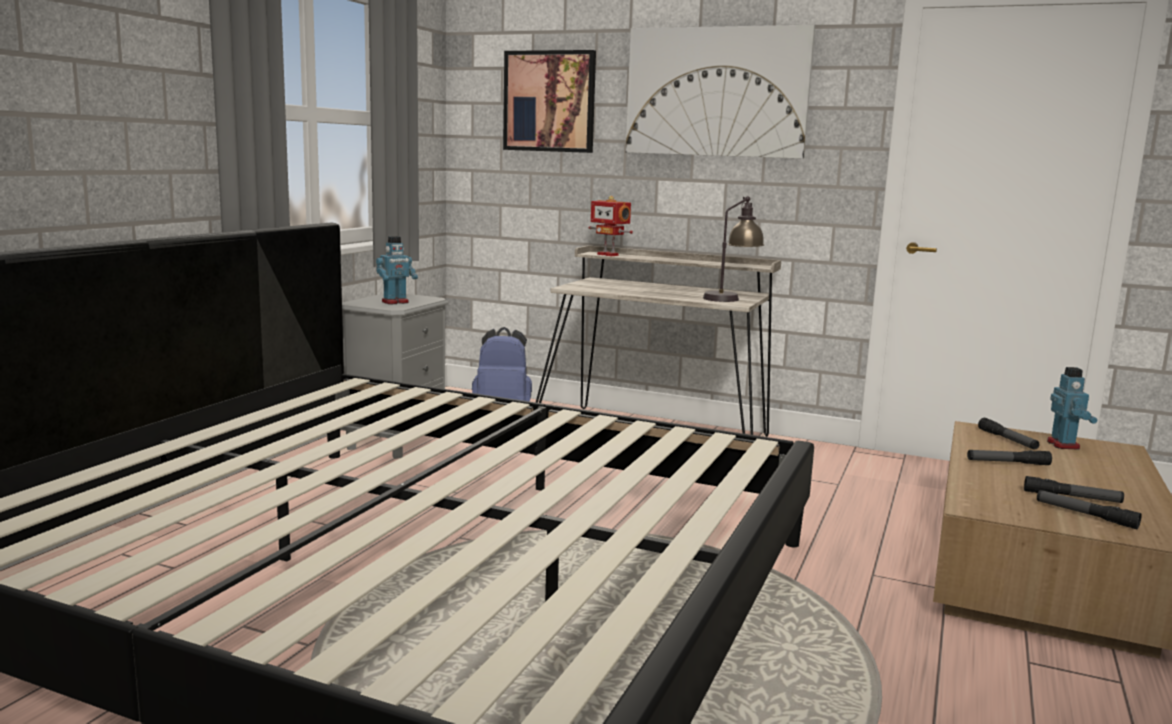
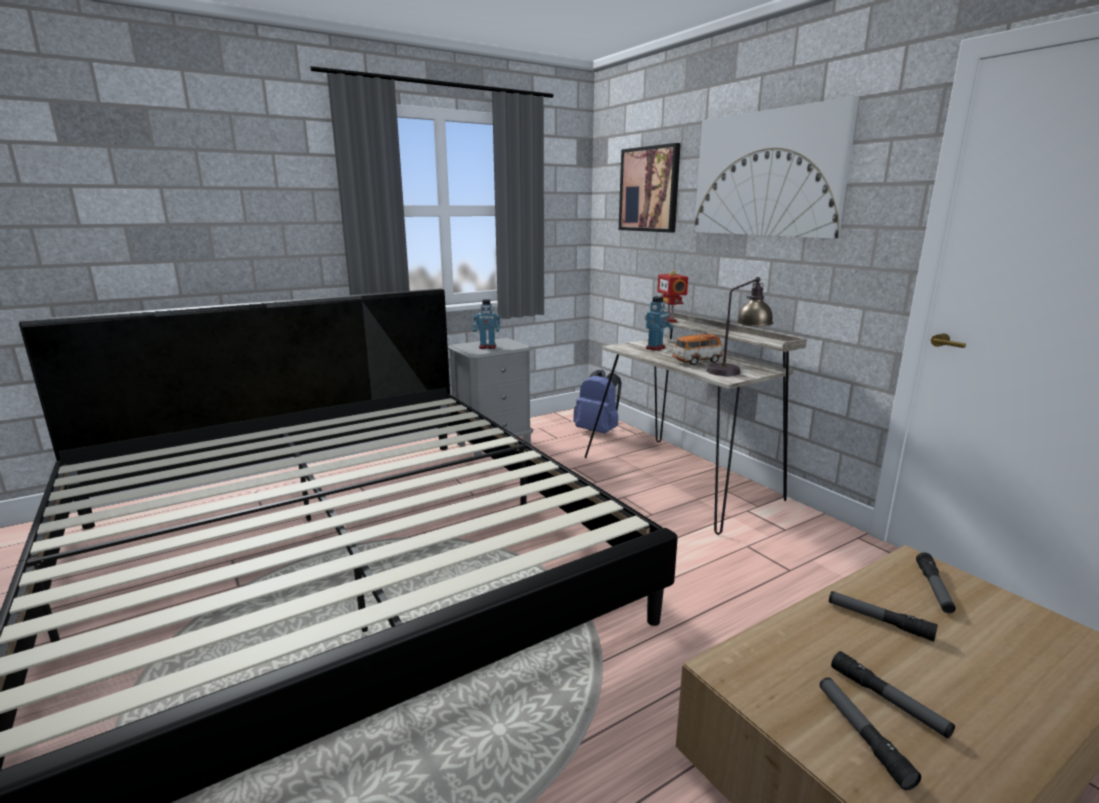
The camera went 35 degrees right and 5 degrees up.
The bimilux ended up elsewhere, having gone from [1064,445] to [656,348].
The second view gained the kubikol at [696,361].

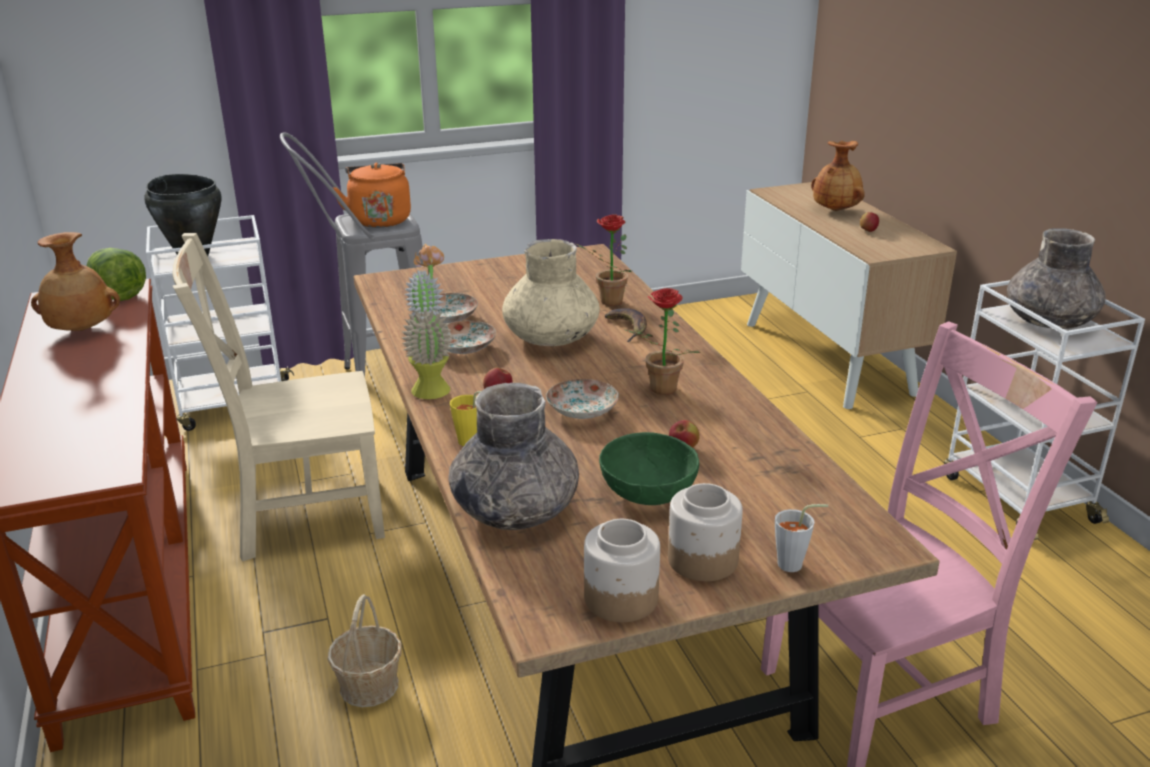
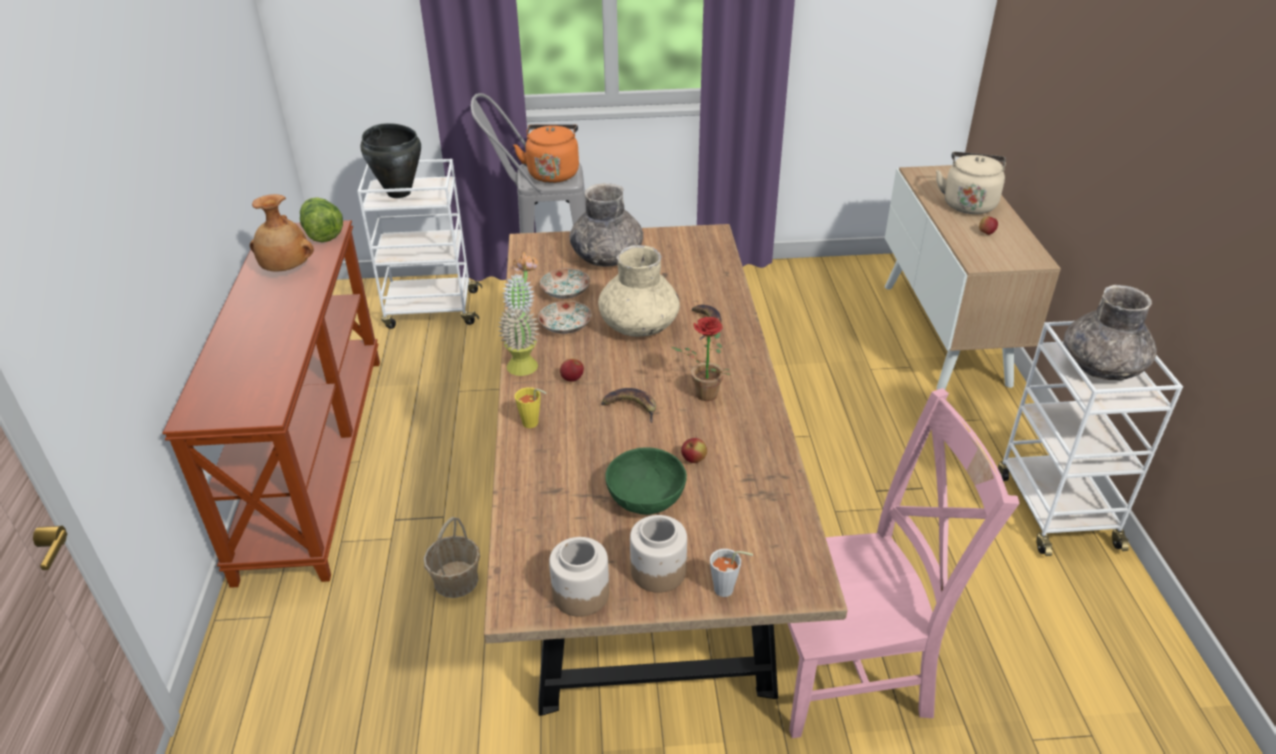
The camera went 15 degrees right and 10 degrees up.
The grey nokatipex ended up elsewhere, having gone from [515,510] to [607,257].
Where the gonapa stood at [583,411], the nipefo came to stand at [631,407].
Where the brown nokatipex stood at [836,210], the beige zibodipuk came to stand at [968,203].
The second view lost the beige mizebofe at [303,514].
The second view lost the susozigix at [606,302].

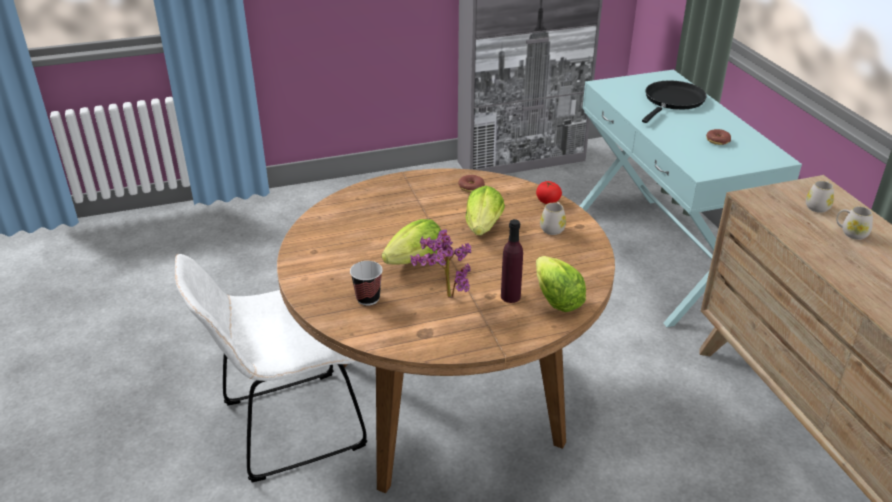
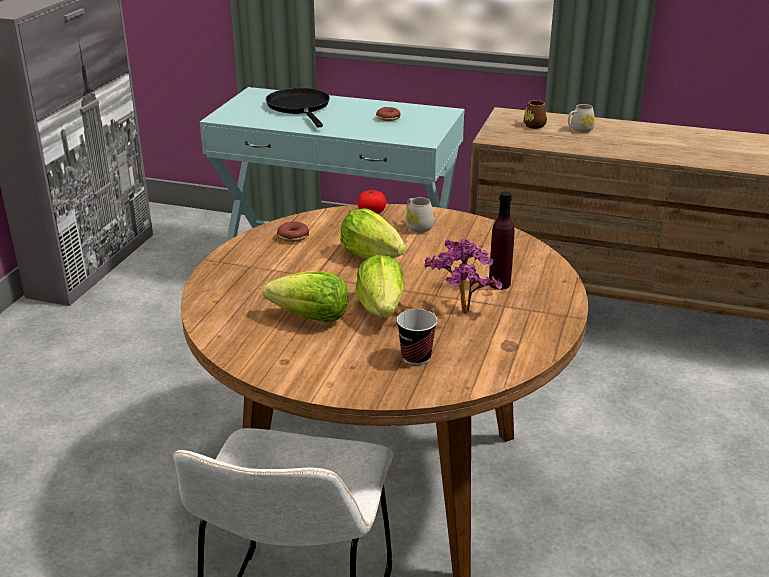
The camera went 55 degrees left and 5 degrees down.
The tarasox ended up elsewhere, having gone from [556,300] to [311,318].
What was the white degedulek at [818,206] turned into the brown degedulek at [533,124].

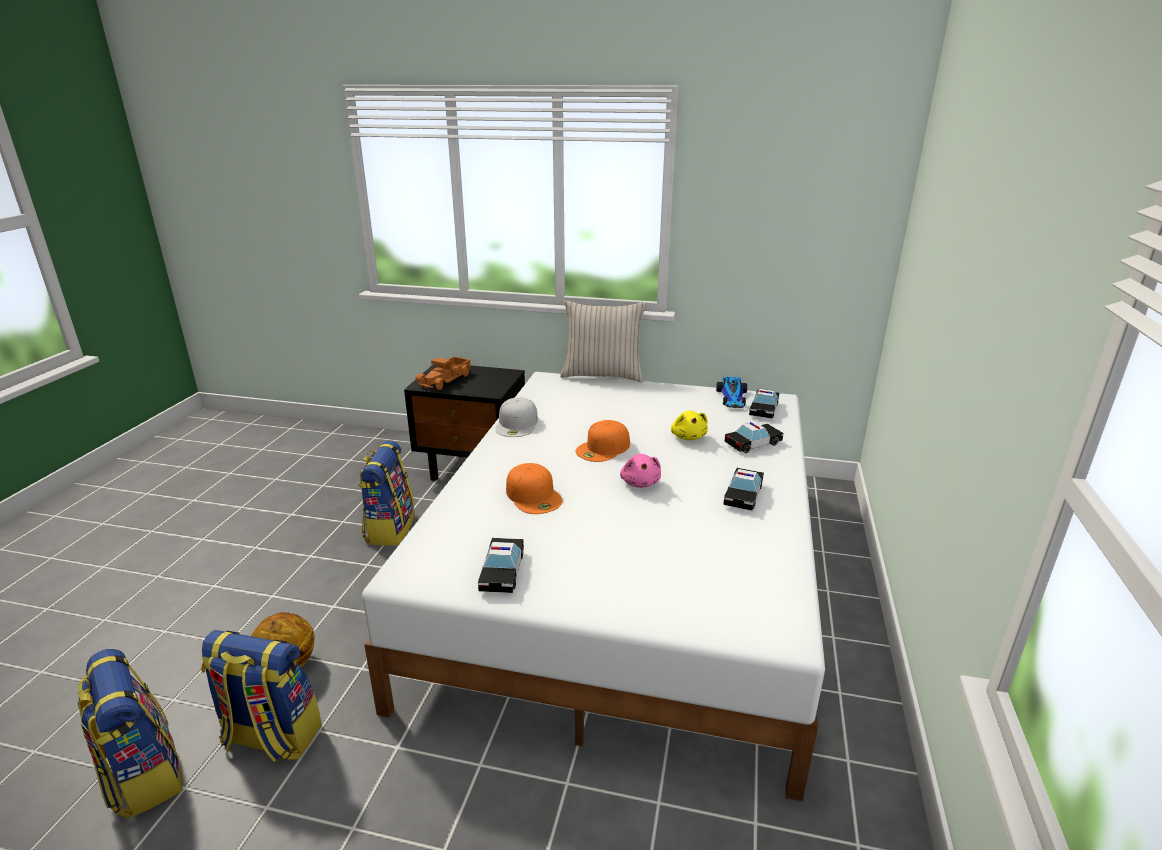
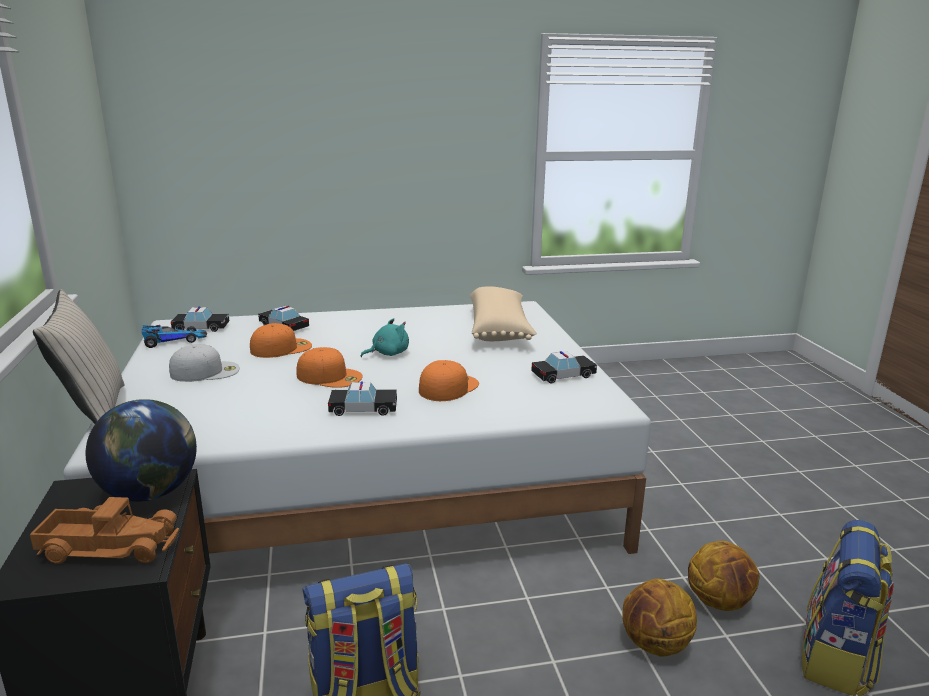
The camera went 115 degrees left and 5 degrees down.
The second view gained the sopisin at [150,492].
The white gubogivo ended up elsewhere, having gone from [517,424] to [206,371].
Where the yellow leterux stood at [688,436], the orange gubogivo came to stand at [281,348].
The kubikol ended up elsewhere, having gone from [743,495] to [363,408].
What was the pink leterux at [640,482] turned into the turquoise leterux at [388,353].
The second view gained the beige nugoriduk at [500,330].
Where the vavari stood at [271,737], the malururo came to stand at [719,602].

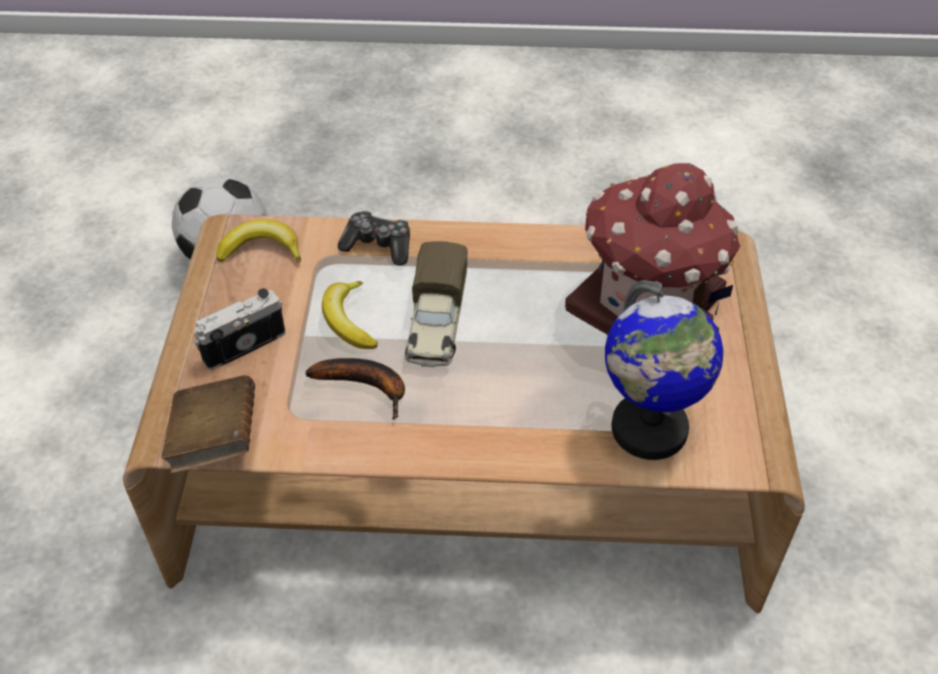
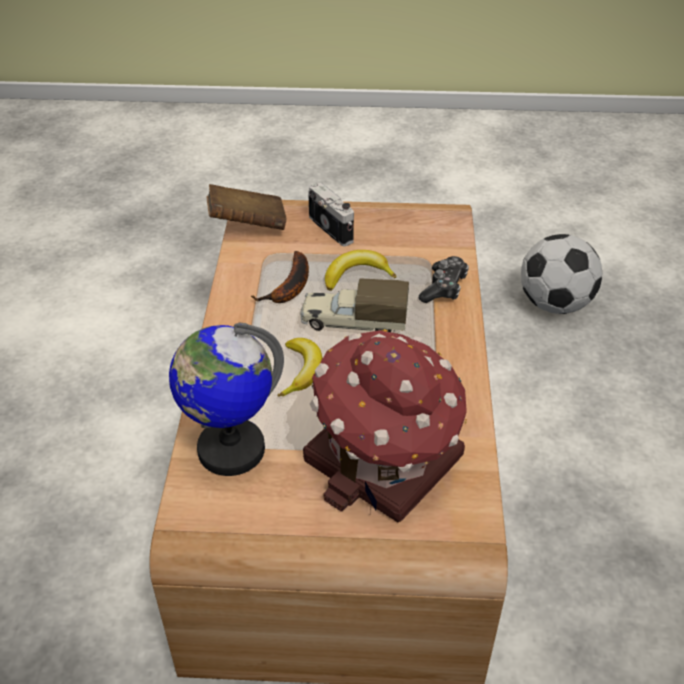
The camera went 90 degrees right and 5 degrees down.
The nipefo ended up elsewhere, having gone from [261,250] to [301,371].

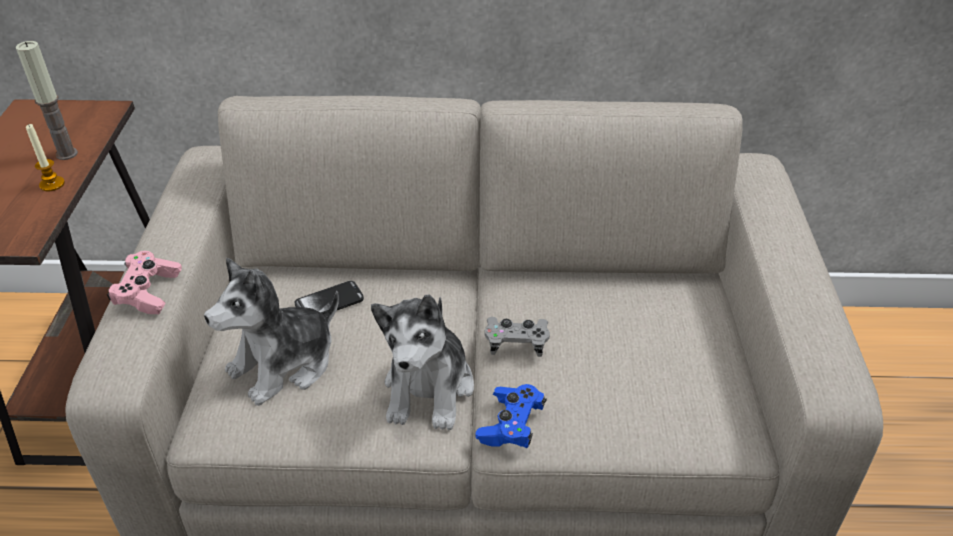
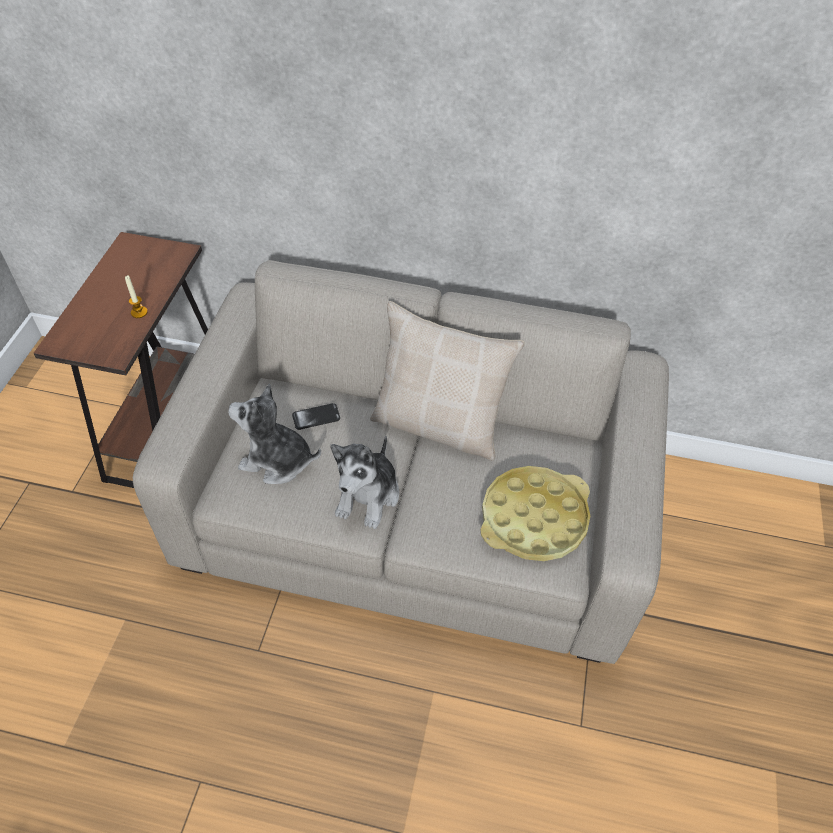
The camera went 10 degrees right and 10 degrees up.
The leterux at [284,364] ended up facing another way, 45 degrees clockwise from before.
The second view gained the beige nugoriduk at [439,424].
The second view gained the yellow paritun at [533,518].
The second view lost the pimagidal at [67,154].
The second view lost the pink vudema at [148,292].
The second view lost the blue vudema at [511,425].
The second view lost the grey vudema at [516,343].

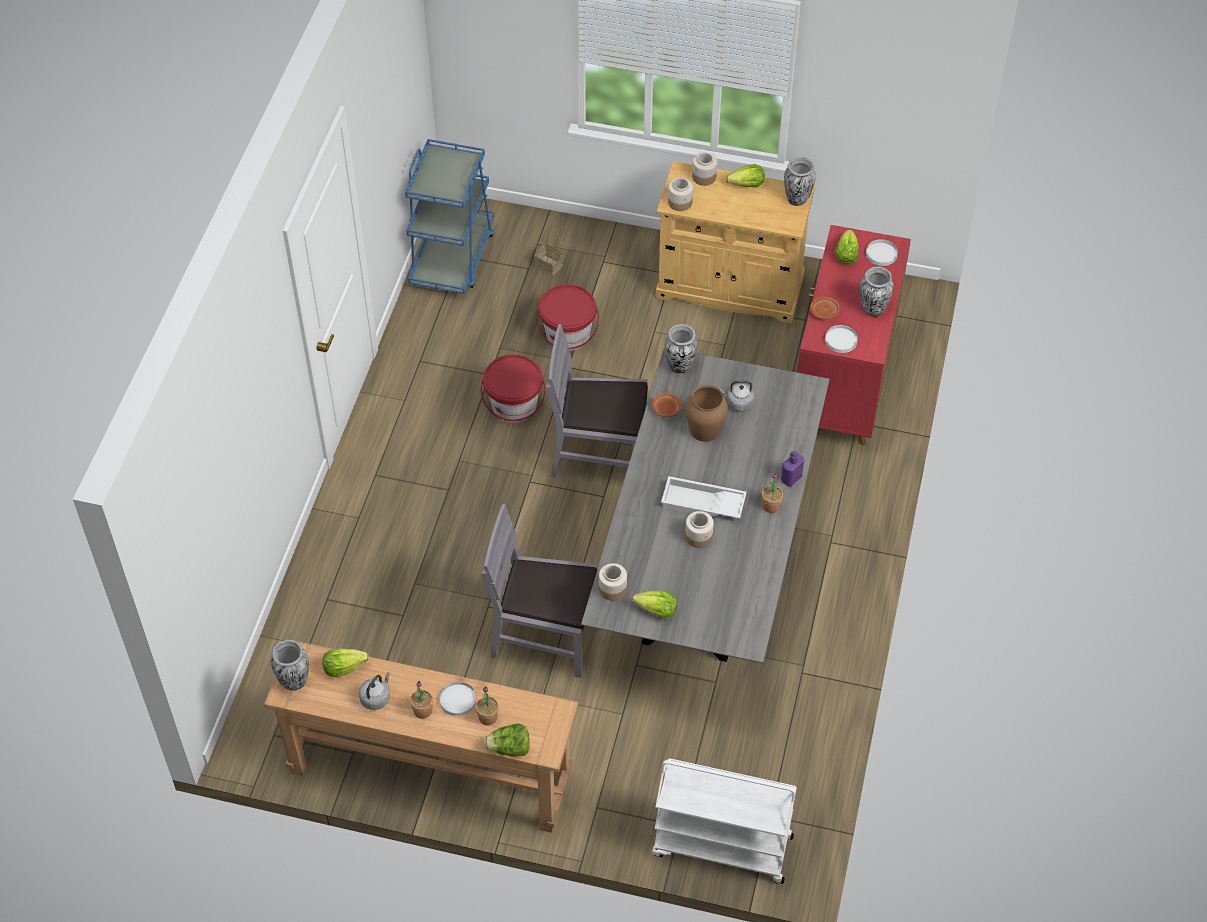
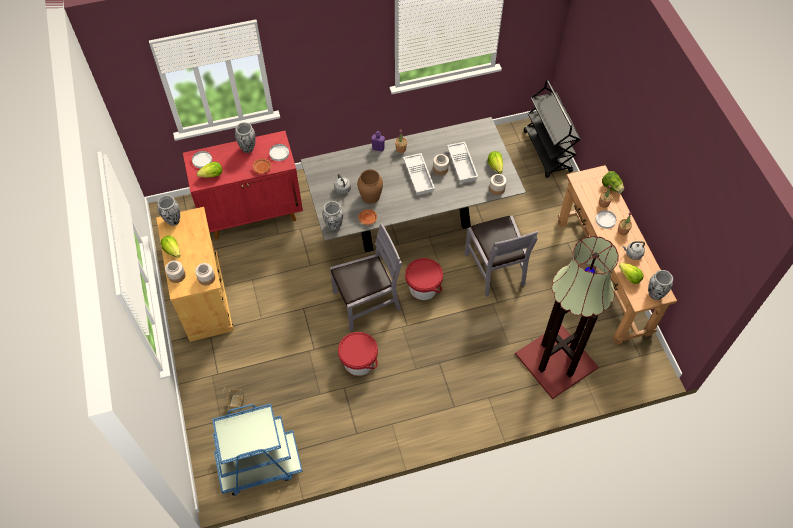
The camera went 120 degrees left and 5 degrees up.
The grey mizebofe at [599,453] ended up facing another way, 90 degrees counterclockwise from before.
The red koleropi ended up elsewhere, having gone from [568,334] to [423,288].
The second view gained the white paritun at [462,164].
The second view gained the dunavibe at [556,362].
What was the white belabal at [721,846] turned into the black belabal at [547,152].

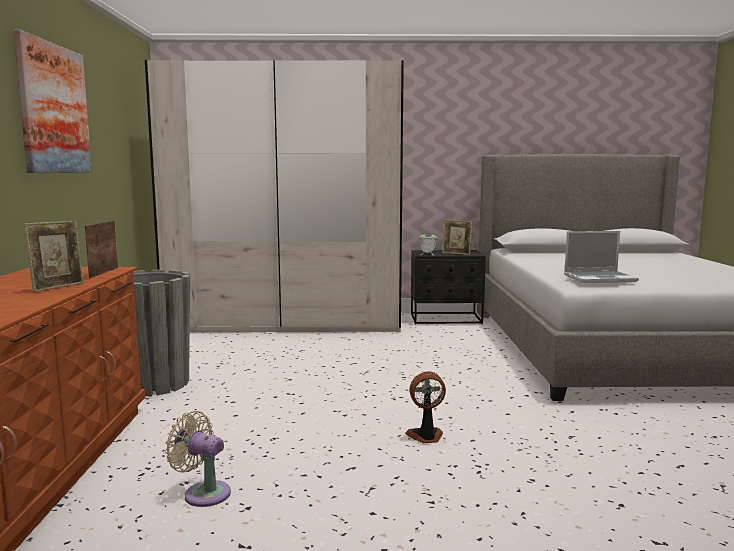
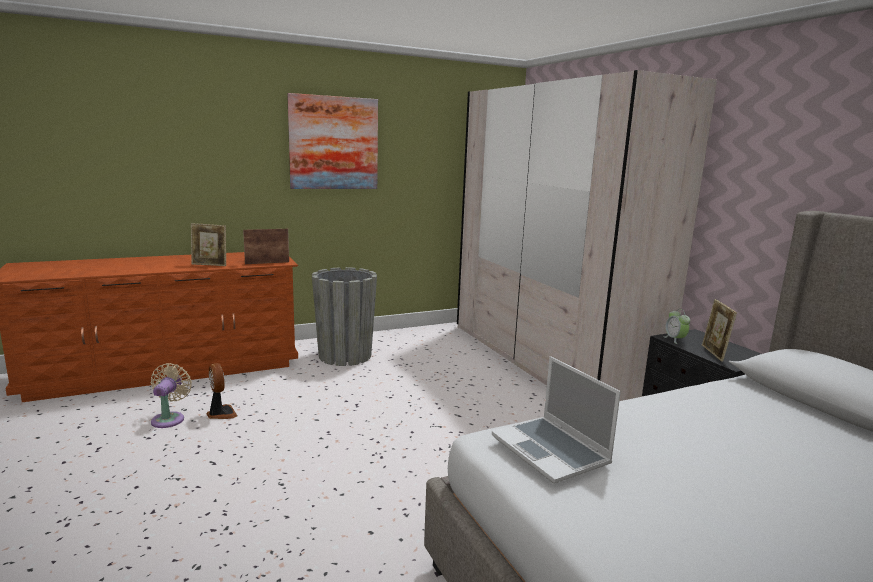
The camera went 65 degrees right and 5 degrees up.
The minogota ended up elsewhere, having gone from [426,437] to [221,414].

